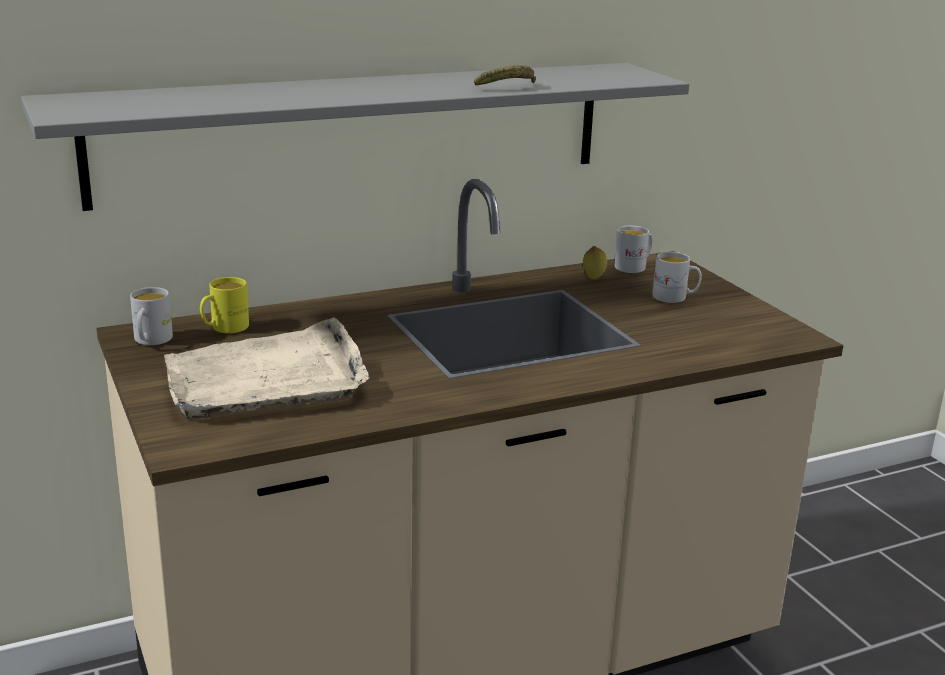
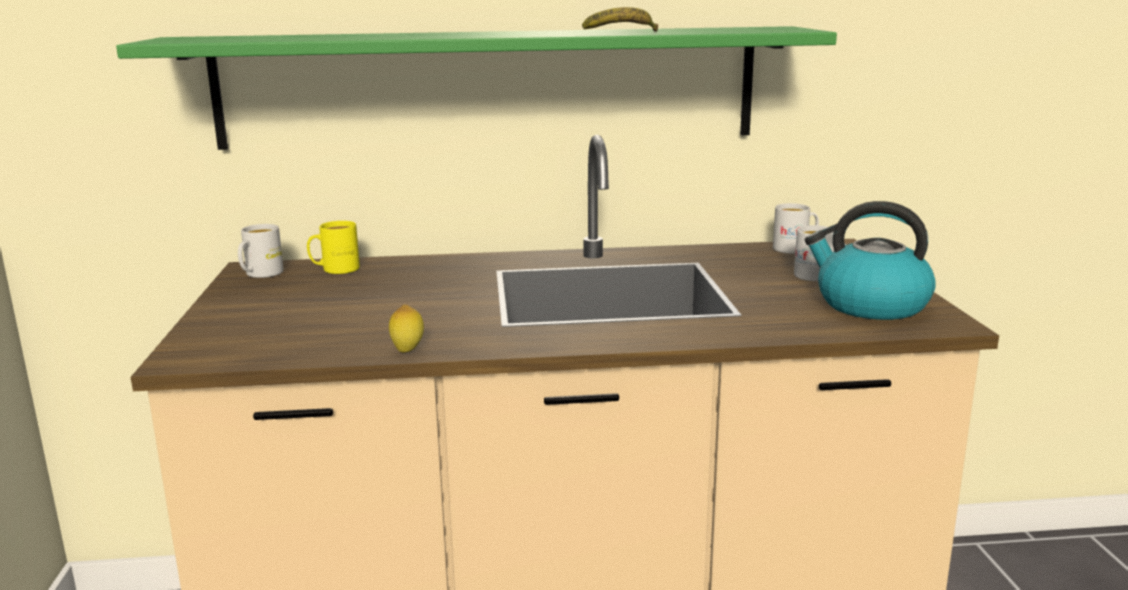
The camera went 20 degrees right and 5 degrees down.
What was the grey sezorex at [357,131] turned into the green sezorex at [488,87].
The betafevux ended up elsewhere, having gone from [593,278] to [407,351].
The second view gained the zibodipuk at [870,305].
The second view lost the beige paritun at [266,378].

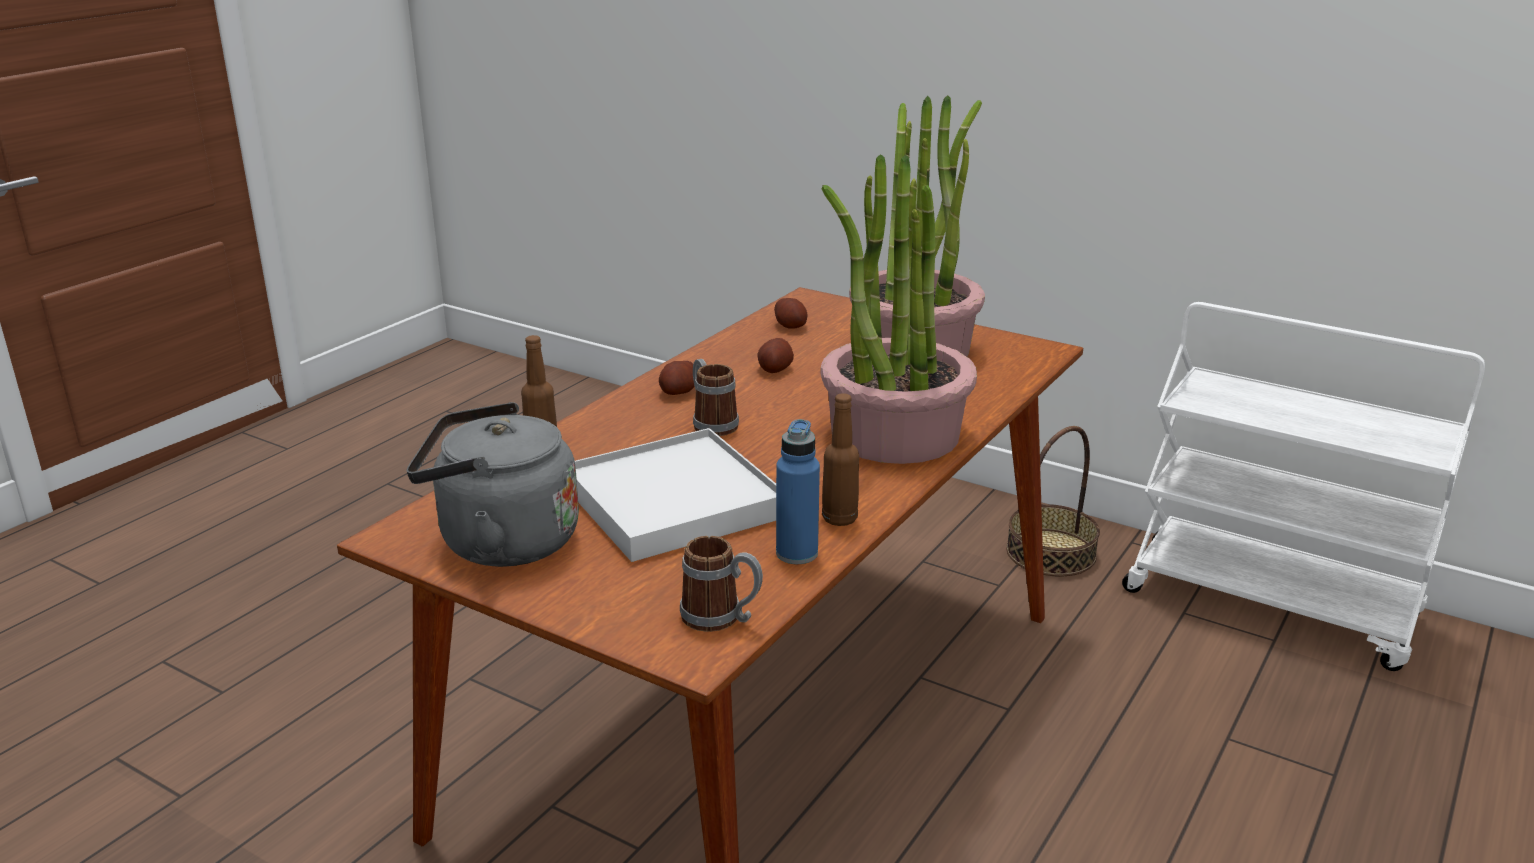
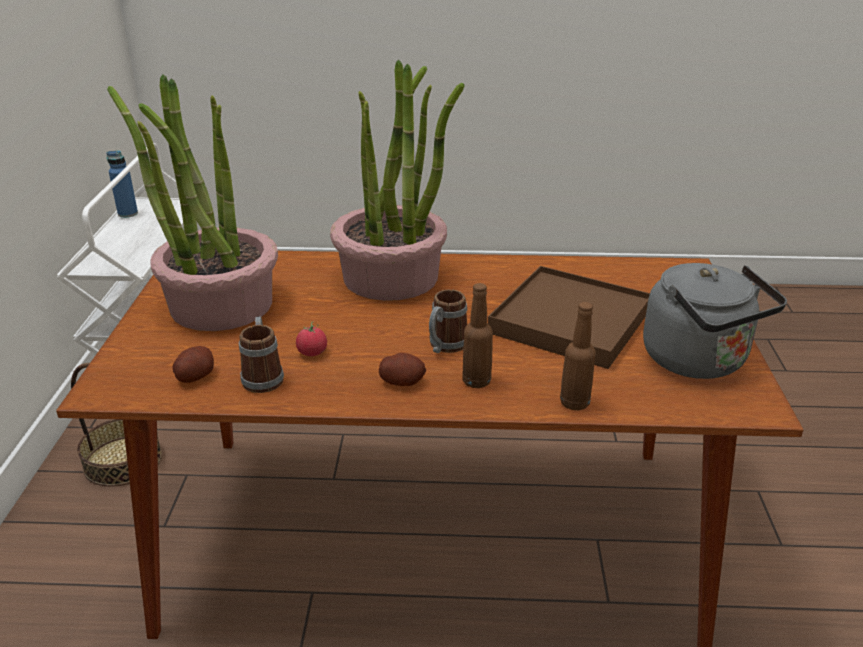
The camera went 120 degrees left and 5 degrees up.
The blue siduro ended up elsewhere, having gone from [797,553] to [128,214].
The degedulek ended up elsewhere, having gone from [721,618] to [263,376].
Where the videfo stood at [775,369], the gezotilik came to stand at [312,352].
The brown siduro ended up elsewhere, having gone from [840,519] to [476,381].
What was the white paritun at [673,501] turned into the brown paritun at [570,321].

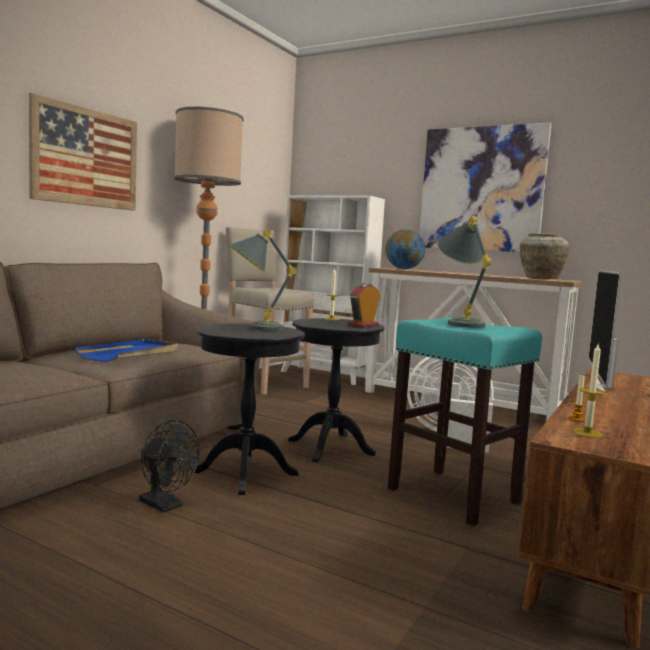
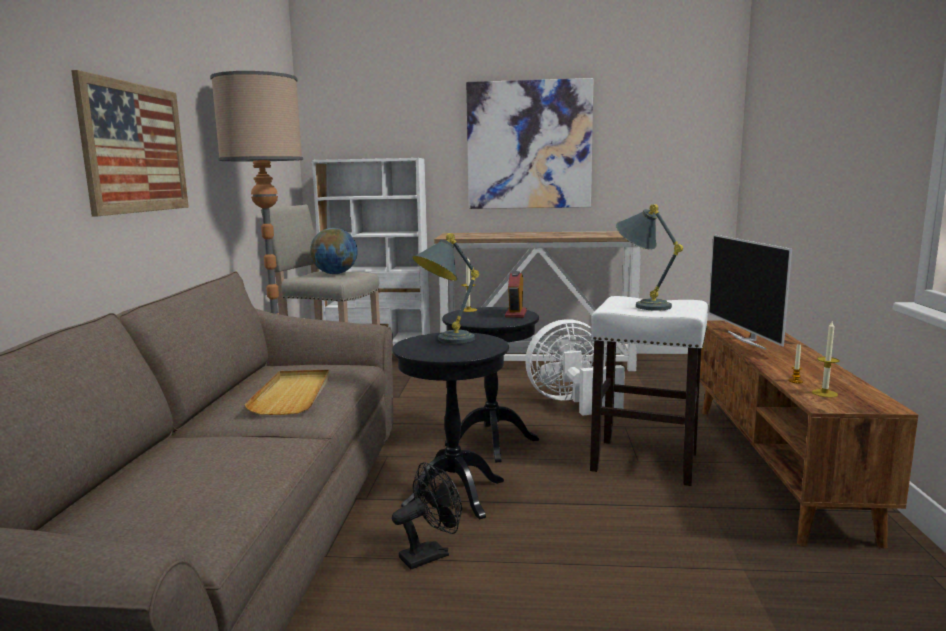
The camera went 25 degrees left and 5 degrees up.
What was the blue paritun at [130,354] turned into the beige paritun at [293,395].
The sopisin ended up elsewhere, having gone from [404,269] to [335,274].
The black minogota at [165,505] ended up facing another way, 45 degrees counterclockwise from before.
What was the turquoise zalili at [455,496] turned into the white zalili at [646,462].
The second view lost the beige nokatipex at [540,278].

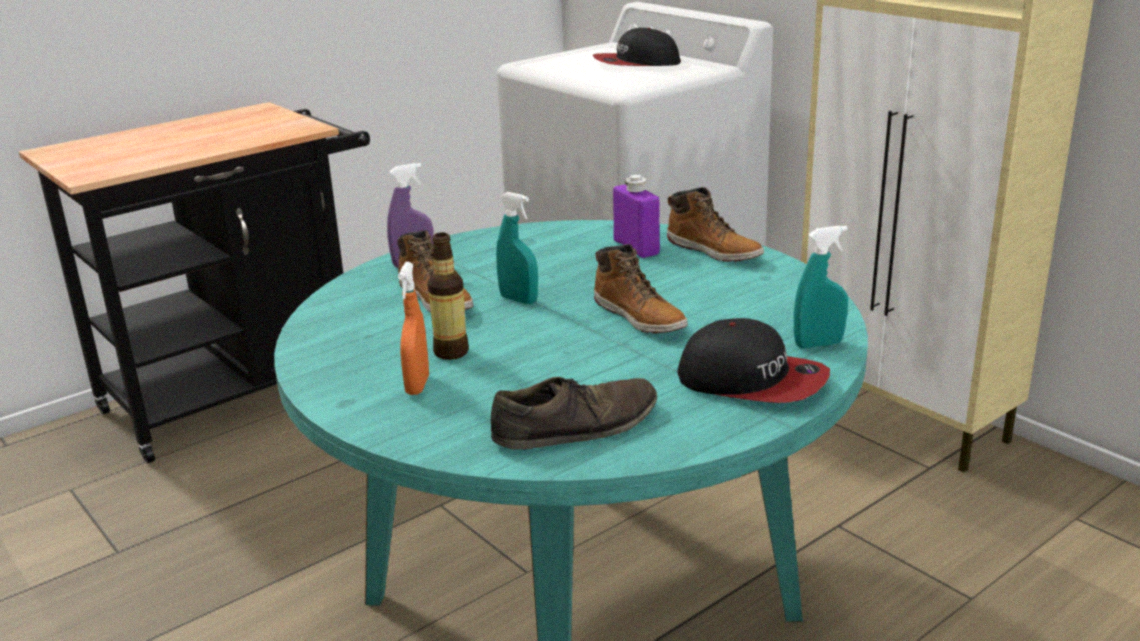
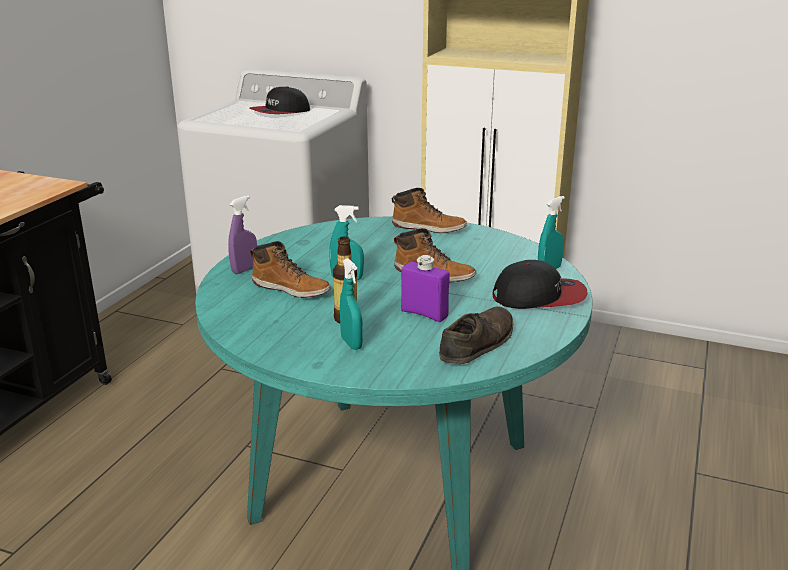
The camera went 30 degrees left and 0 degrees up.
What was the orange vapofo at [417,386] turned into the turquoise vapofo at [351,343].
The purple siduro ended up elsewhere, having gone from [636,247] to [424,313].

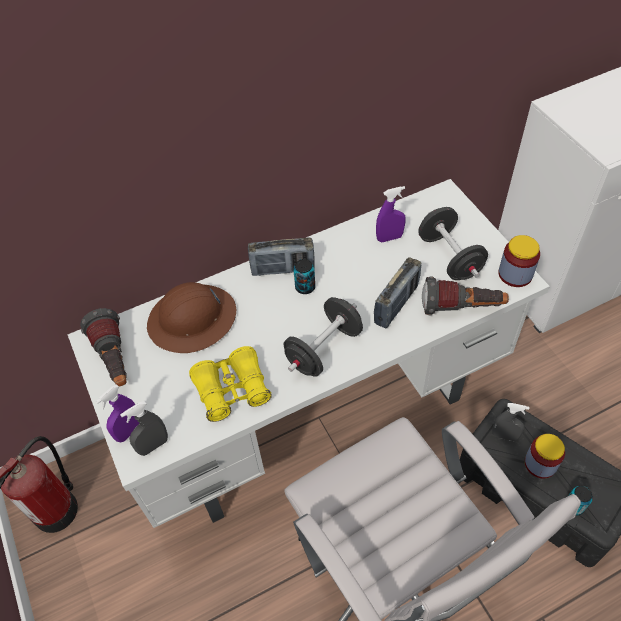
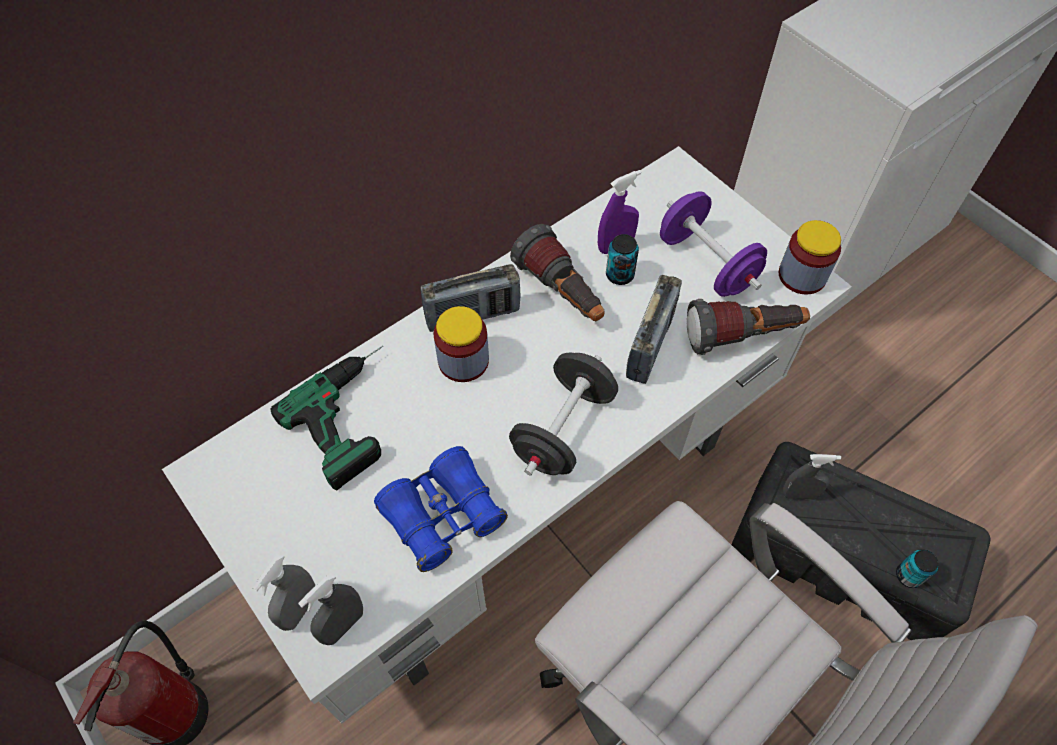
The camera went 15 degrees left and 5 degrees up.
What was the purple vapofo at [129,431] turned into the grey vapofo at [300,609].
Where the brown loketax stood at [193,320], the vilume came to stand at [355,415].
What was the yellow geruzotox at [232,390] turned into the blue geruzotox at [443,515].
The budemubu ended up elsewhere, having gone from [540,463] to [463,361].
The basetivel ended up elsewhere, having gone from [114,360] to [561,293].
The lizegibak ended up elsewhere, having gone from [305,287] to [619,275].
What was the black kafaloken at [449,257] turned into the purple kafaloken at [707,263].

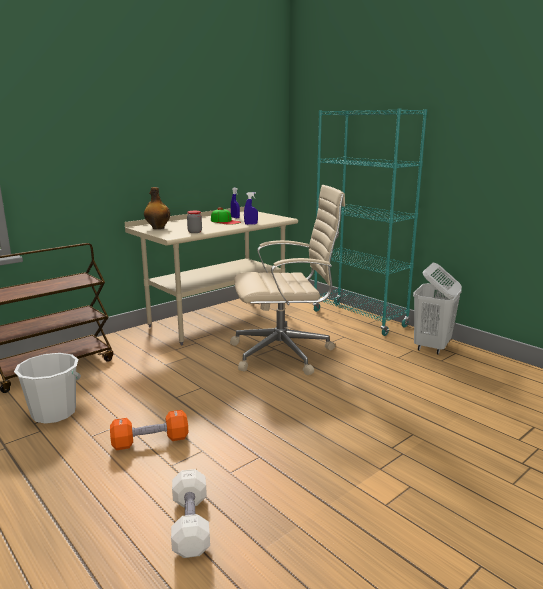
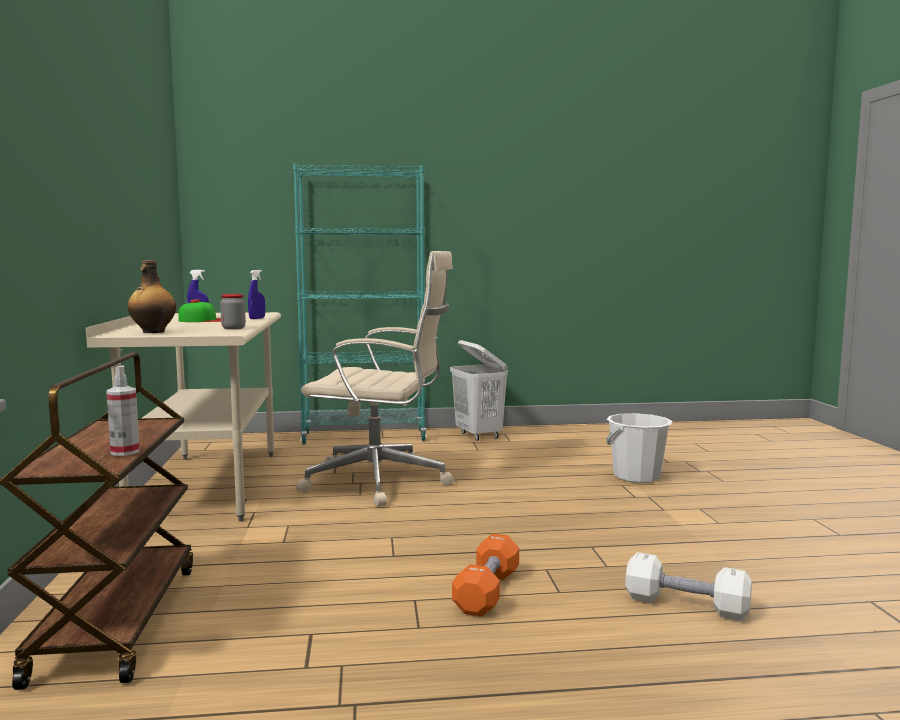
The camera went 55 degrees left and 10 degrees down.
The second view gained the vapofo at [125,452].
The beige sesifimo at [284,353] ended up facing another way, 75 degrees clockwise from before.
The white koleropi ended up elsewhere, having gone from [54,413] to [636,476].

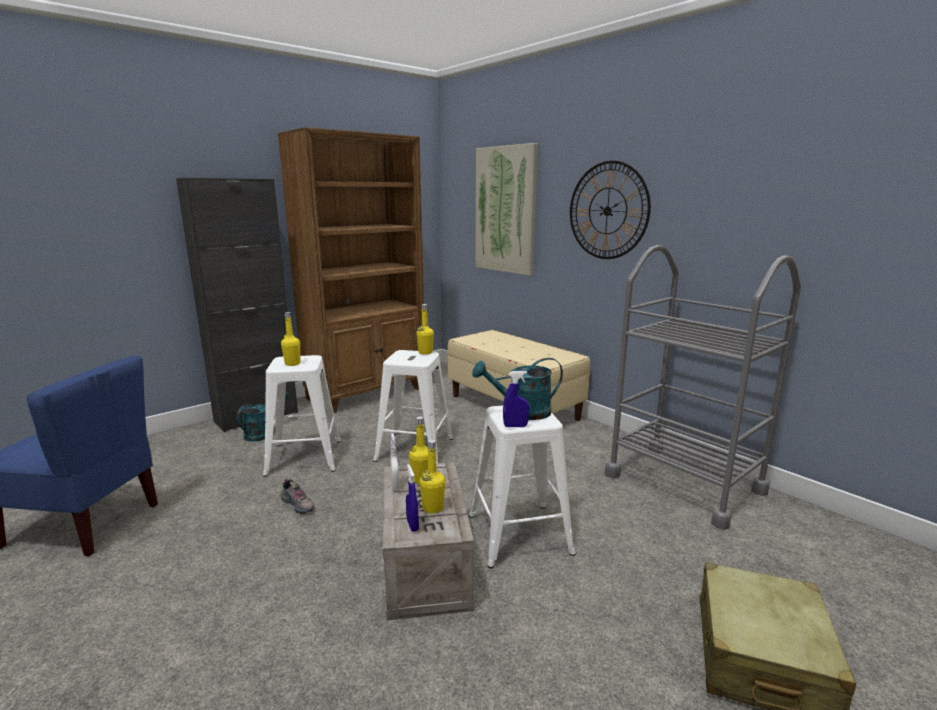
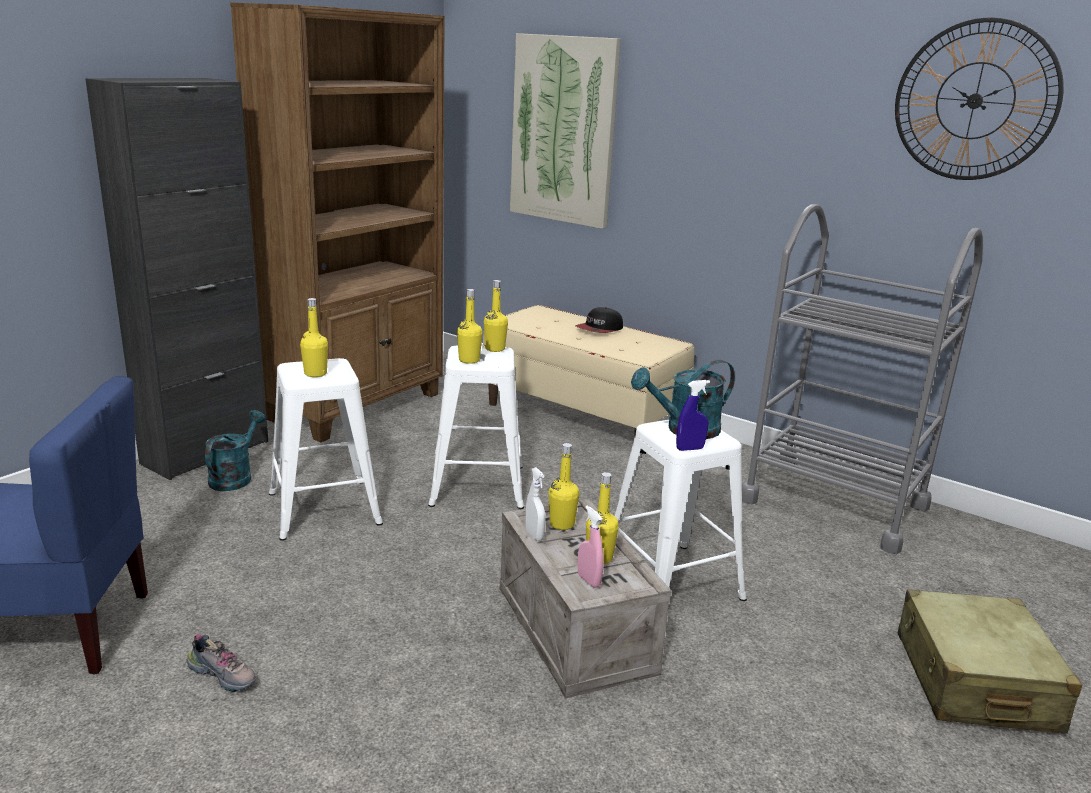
The camera went 15 degrees left and 5 degrees up.
The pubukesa ended up elsewhere, having gone from [299,505] to [224,675].
The second view gained the yellow siduro at [469,360].
The second view gained the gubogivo at [599,329].
What was the blue vapofo at [412,525] turned into the pink vapofo at [588,580].
The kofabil ended up elsewhere, having gone from [607,211] to [975,101].

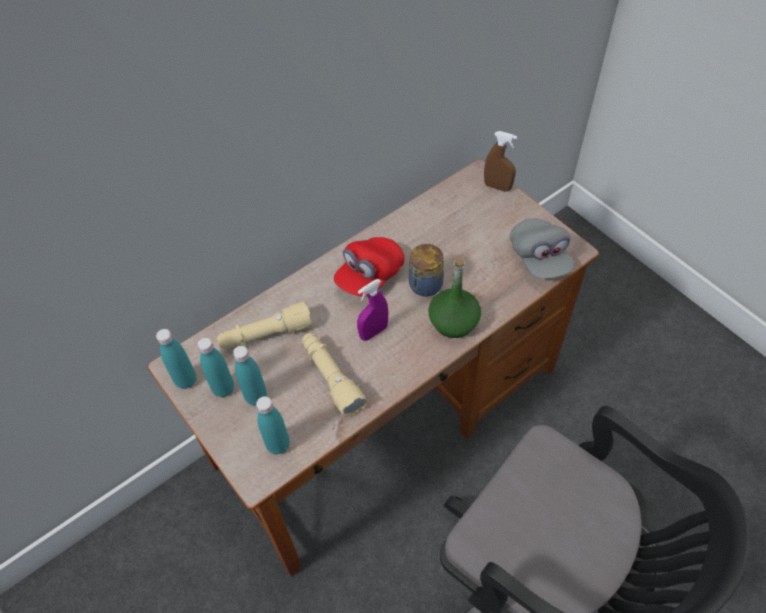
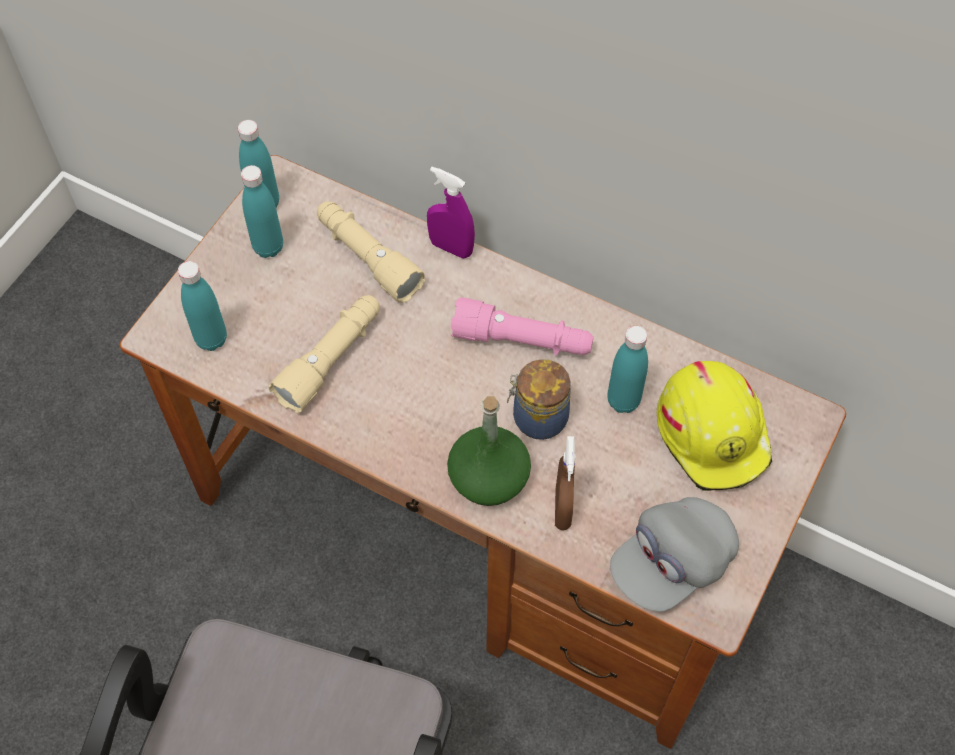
The camera went 65 degrees right and 5 degrees up.
The purple vapofo ended up elsewhere, having gone from [373,332] to [451,248].
Where the red gubogivo stood at [370,276], the pink basetivel came to stand at [522,341].
The brown vapofo ended up elsewhere, having gone from [497,187] to [562,509].
The turquoise siduro ended up elsewhere, having gone from [256,397] to [623,401].
The second view gained the yellow loketax at [714,432].

